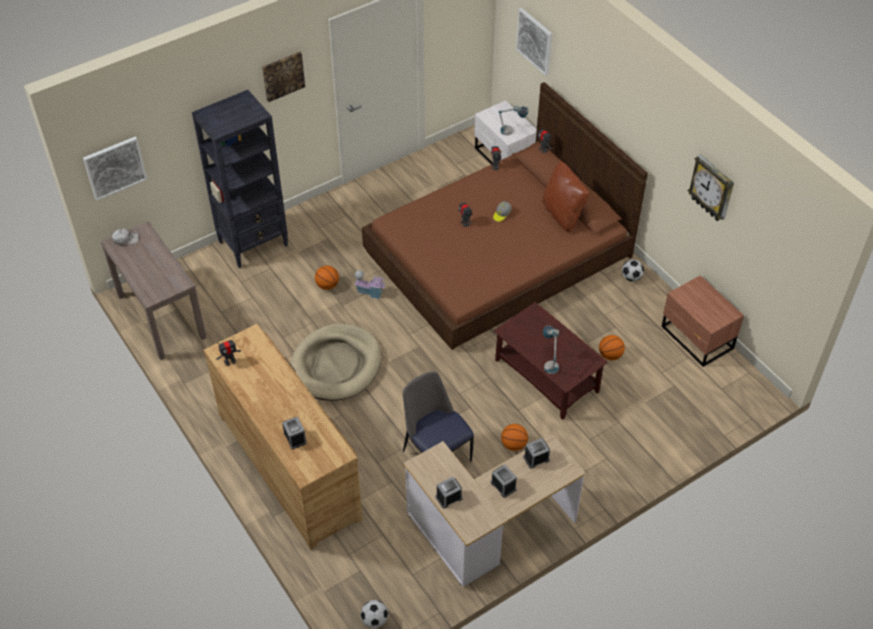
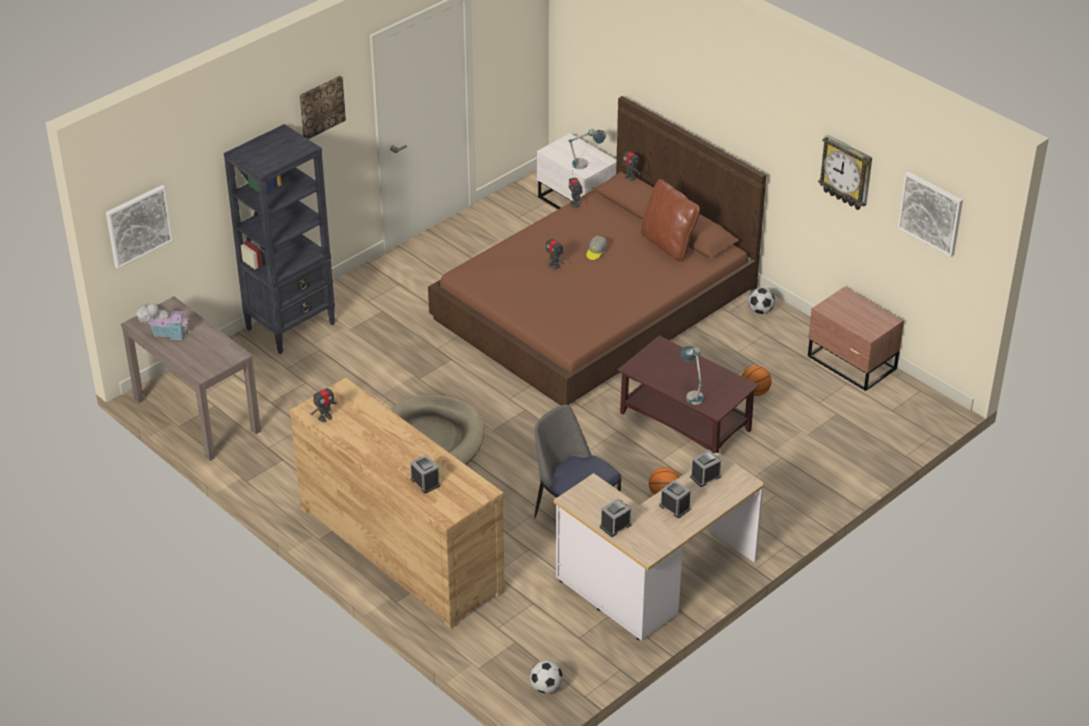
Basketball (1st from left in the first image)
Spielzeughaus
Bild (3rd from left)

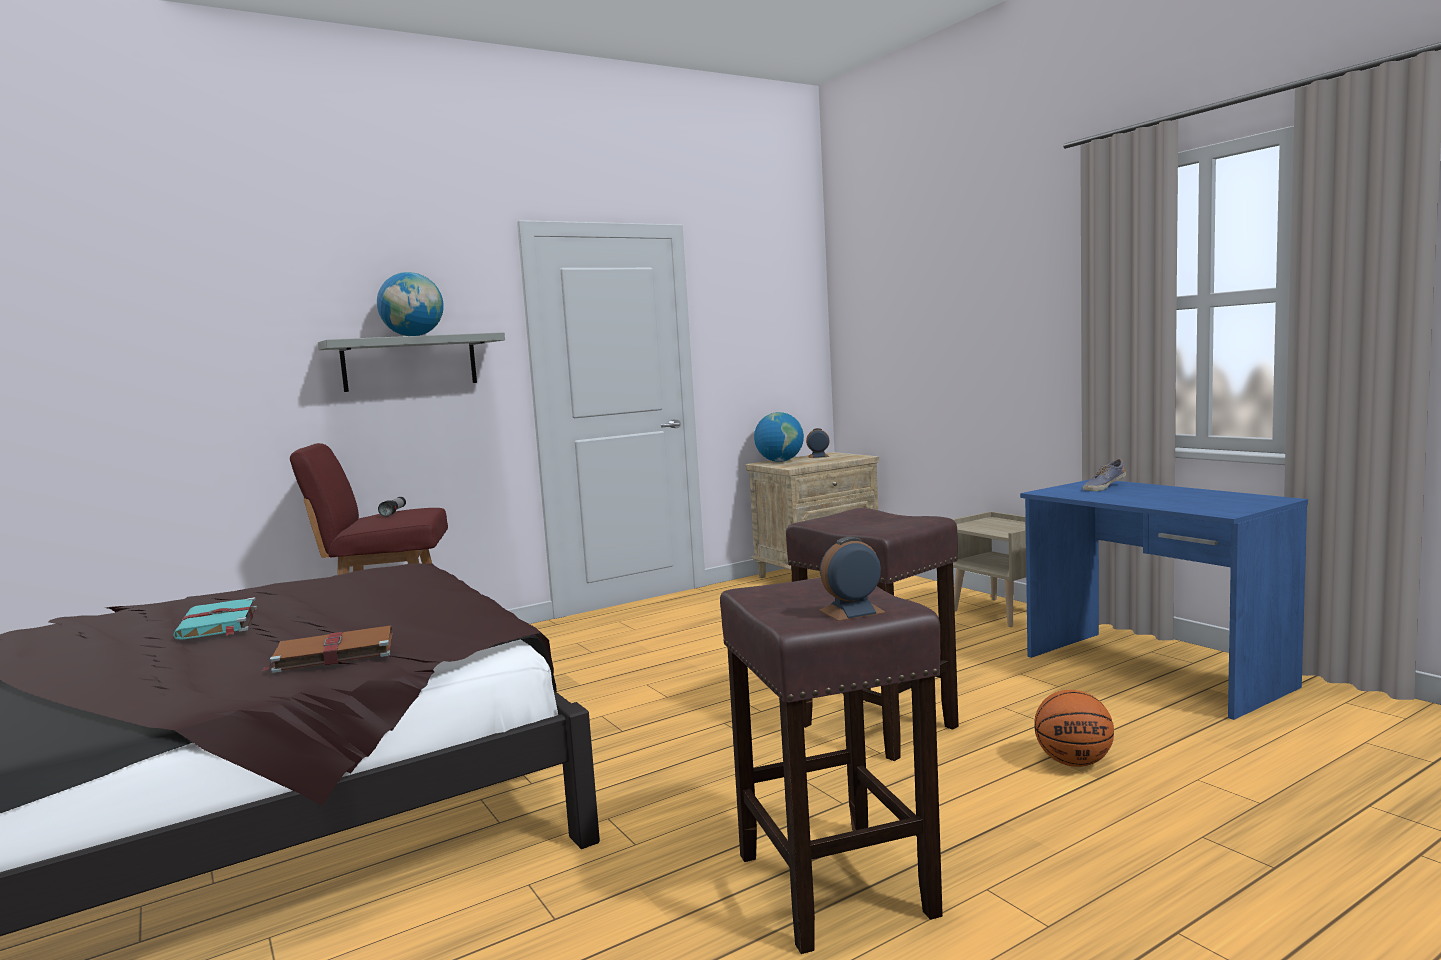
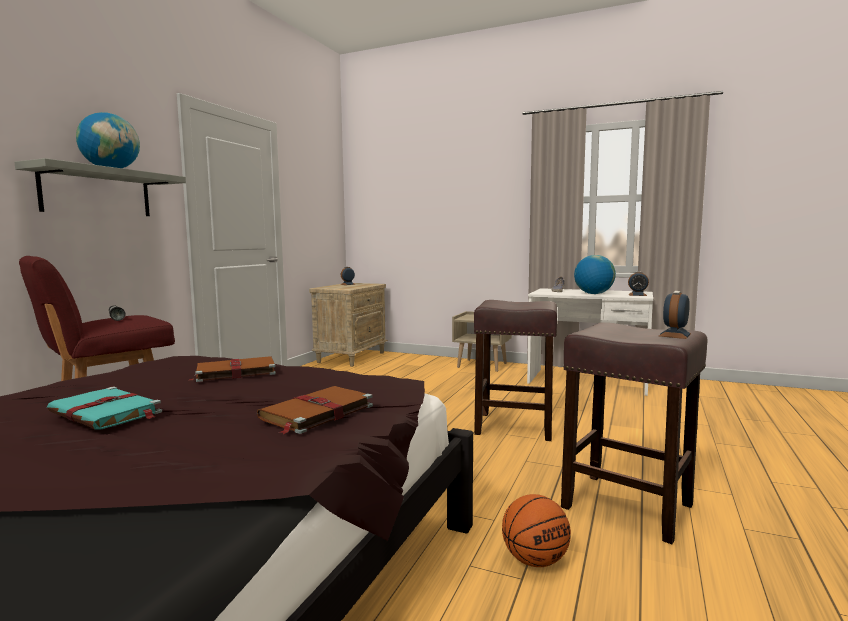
Globus (2nd from left)
Schreibtisch (weiß)
Basketball
Buch (braun) (1st from left)
Wecker (2nd from left)

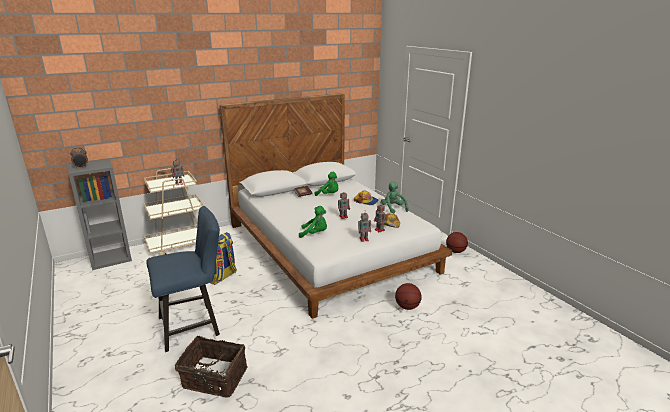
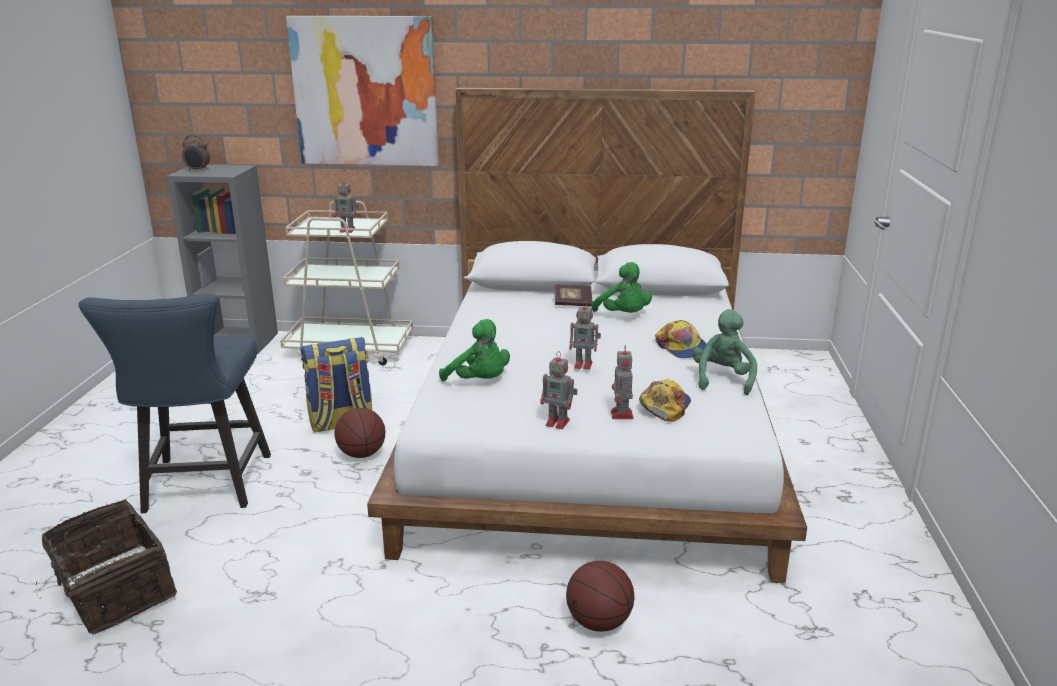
Stuhl (blau)
Basketball (1st from left)
Bild

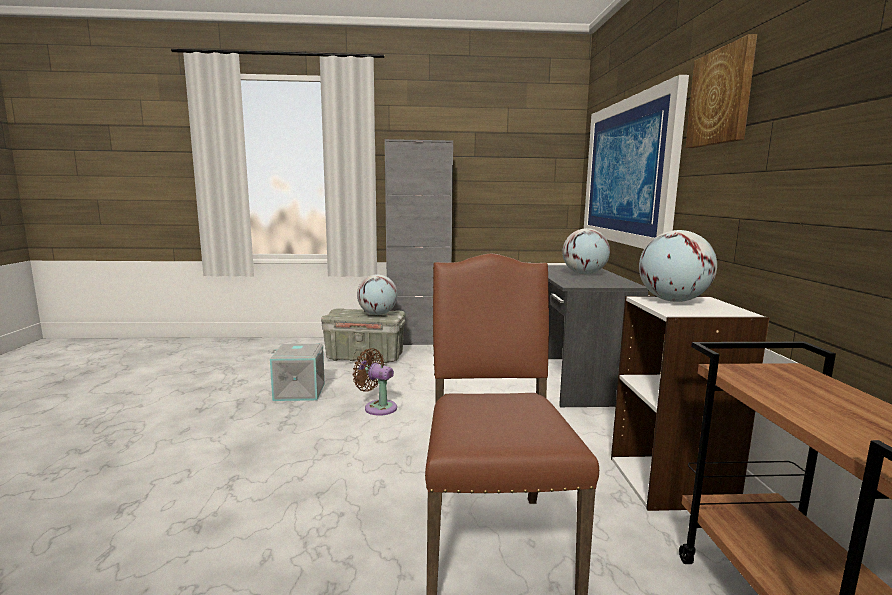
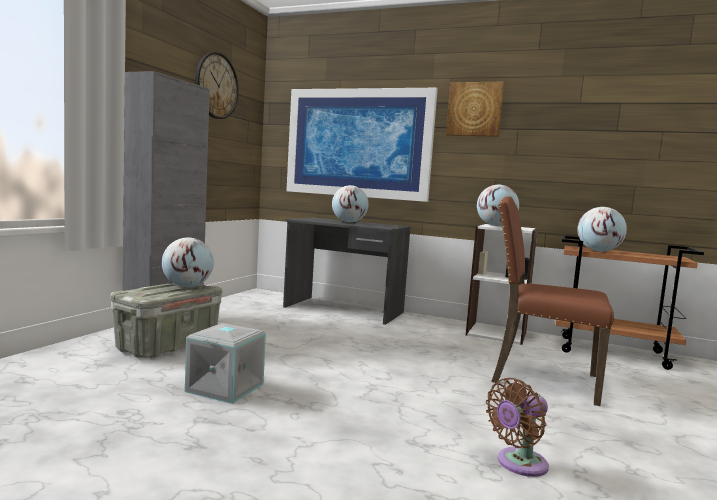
Ventilator (braun)
Wanduhr
Globus (4th from left)

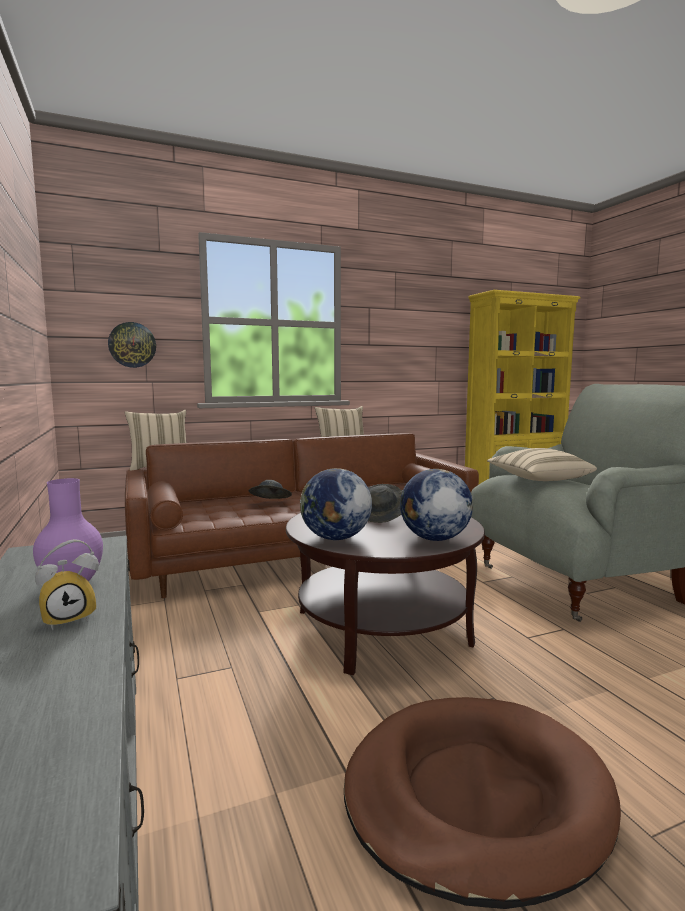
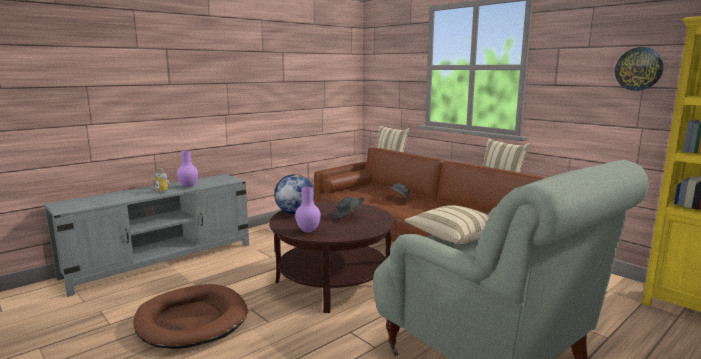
Wanduhr
Vase (lila) (2nd from left)

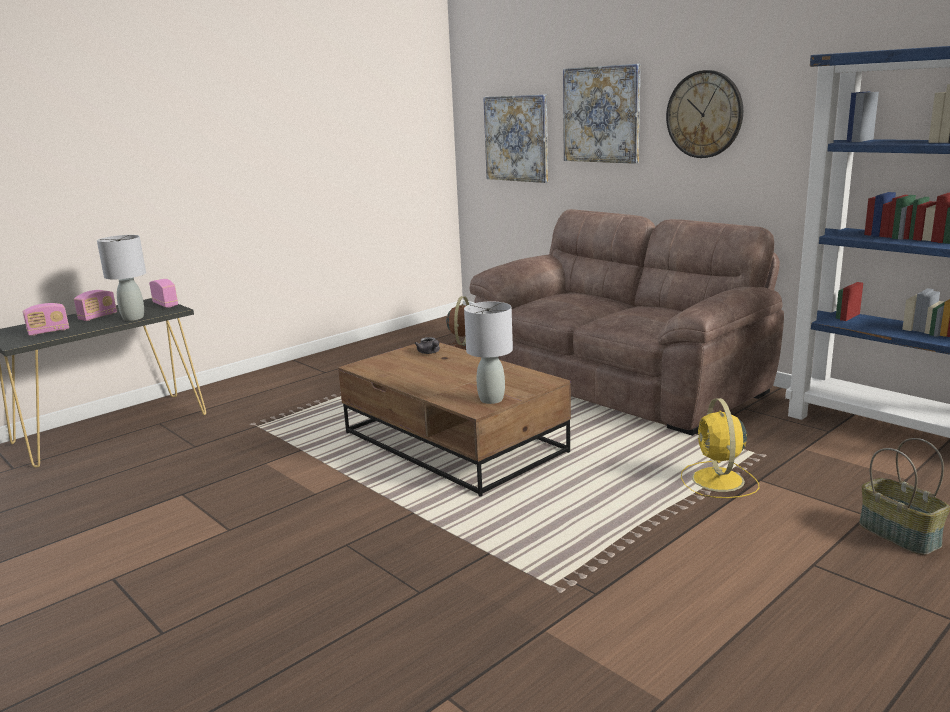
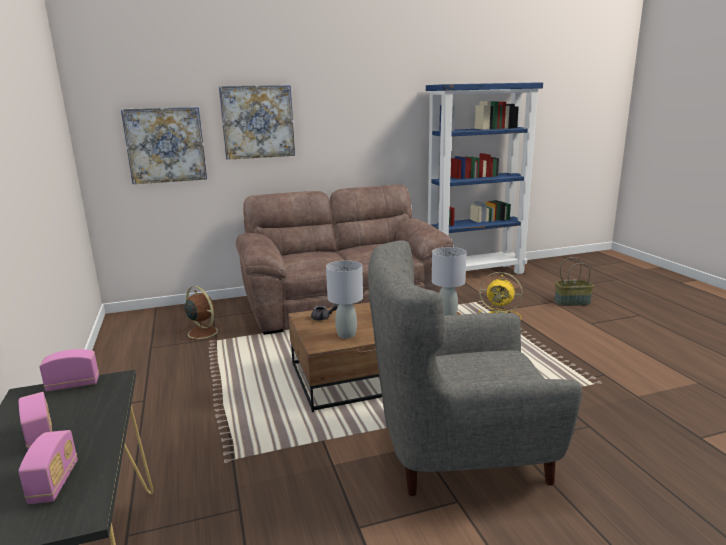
Tischlampe (grau) (1st from left)
Wanduhr
Sessel (grau)

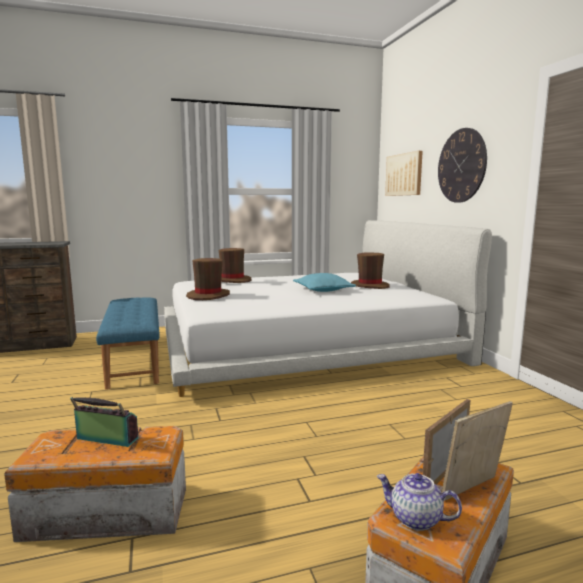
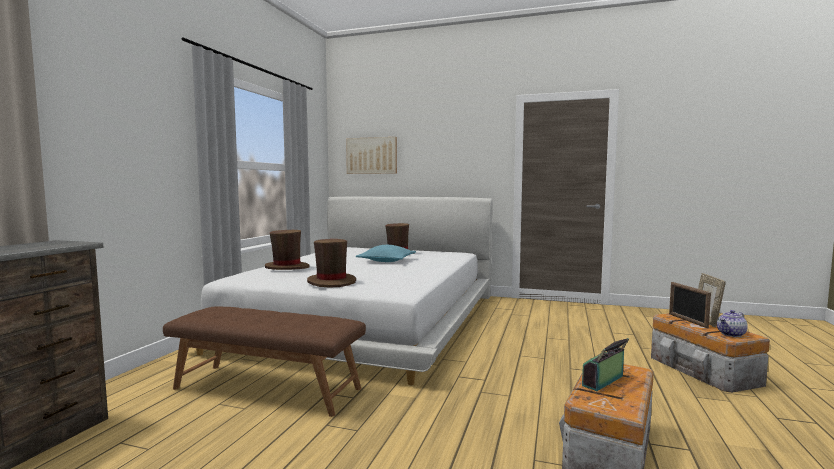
Bank (braun)
Wanduhr

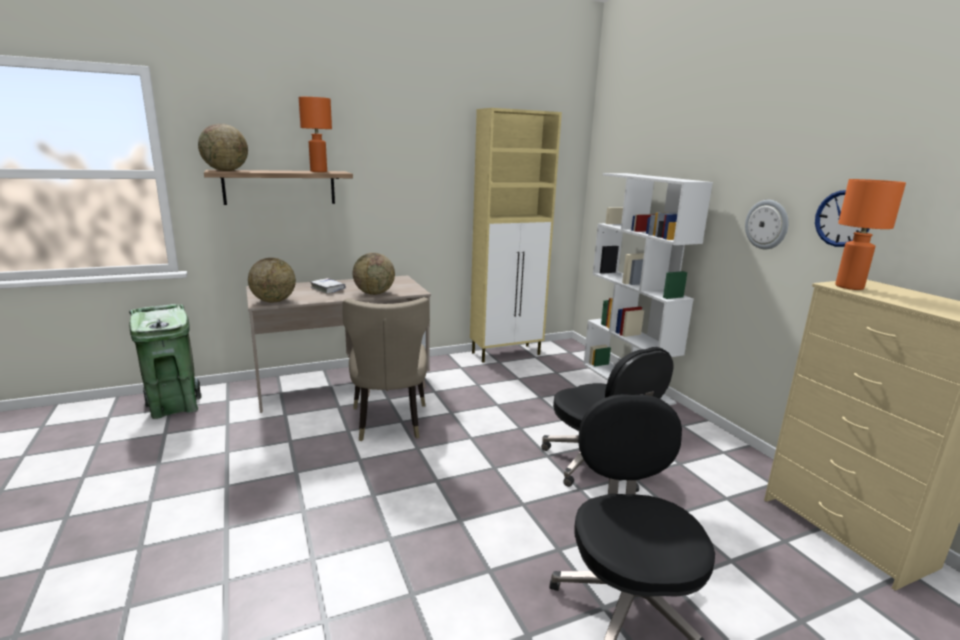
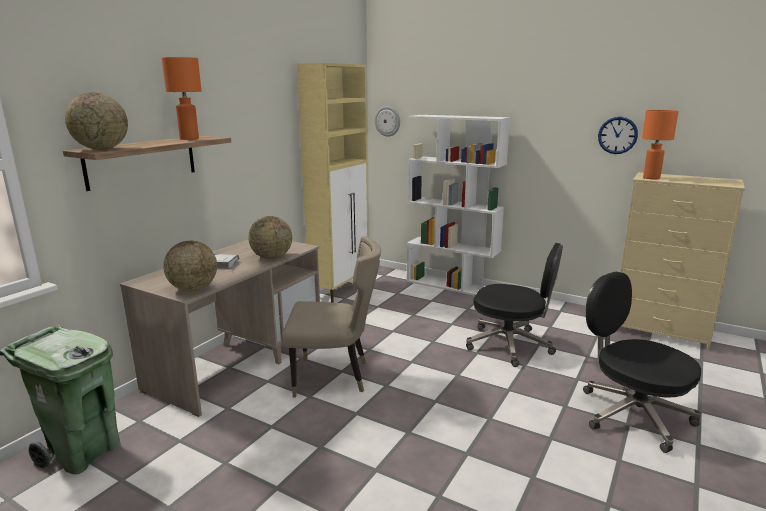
Stuhl (beige)
Wanduhr (1st from left)

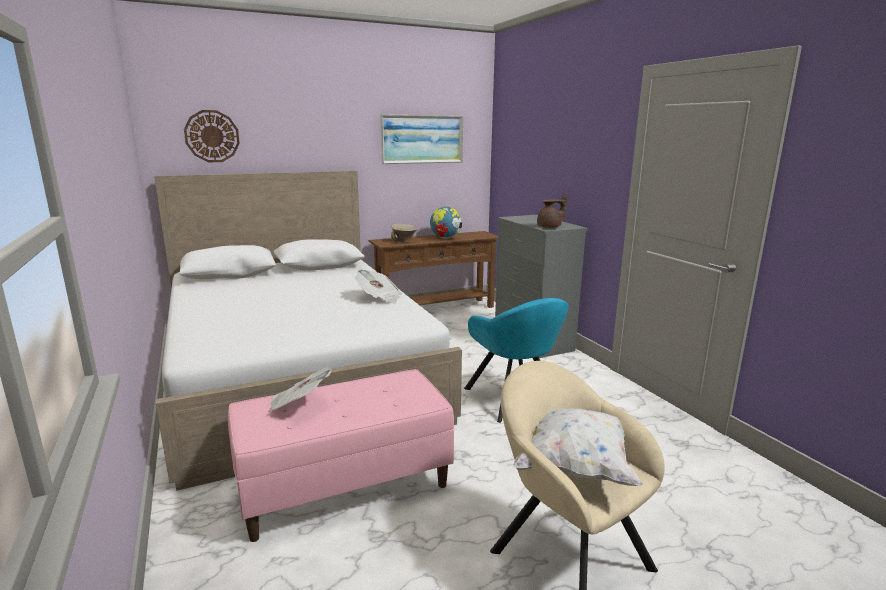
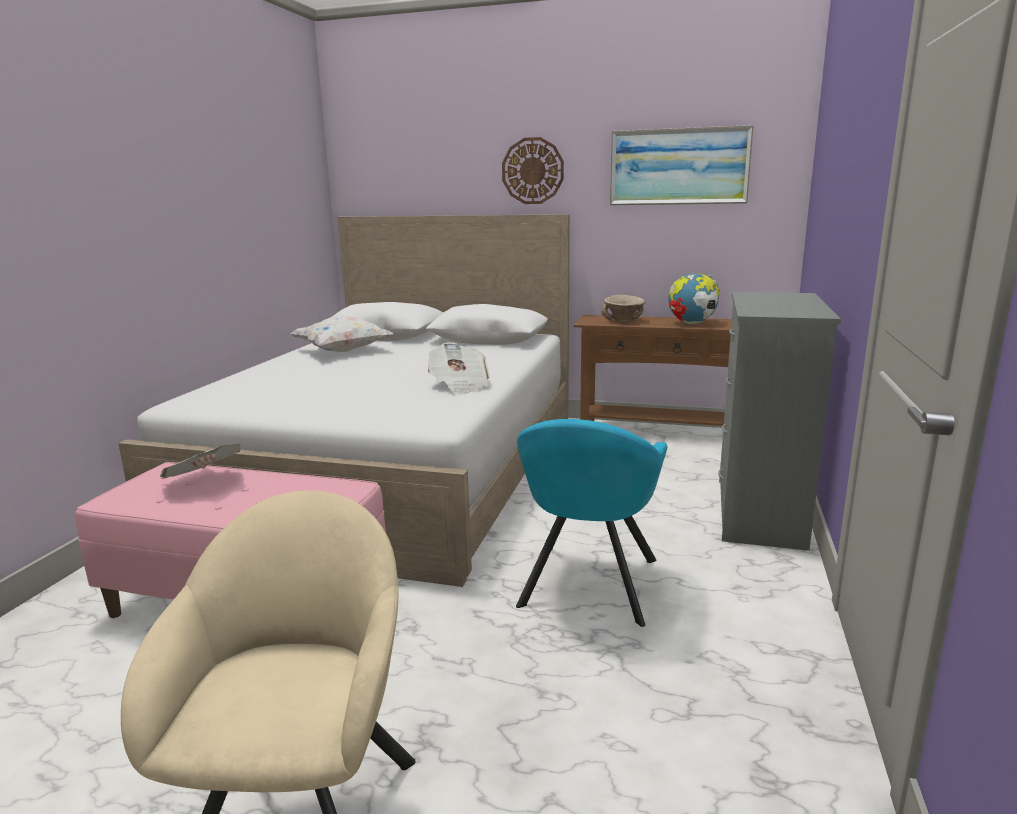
Wanduhr
Kissen (weiß)
Teekanne (braun)

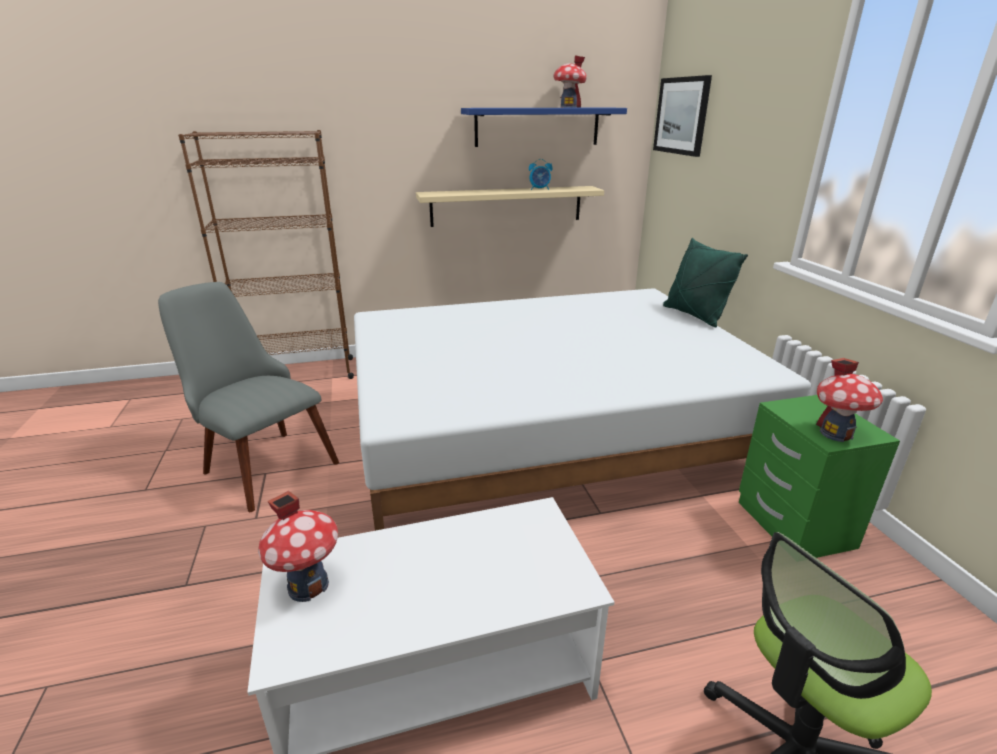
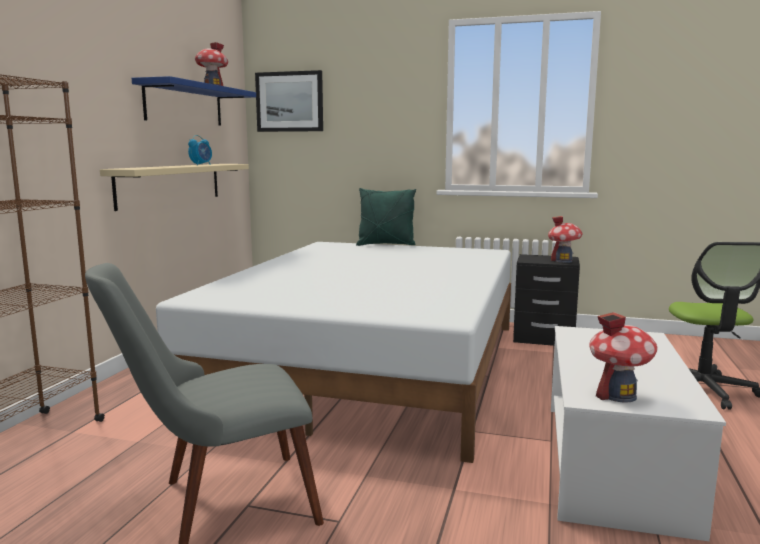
Nachttisch (schwarz)

